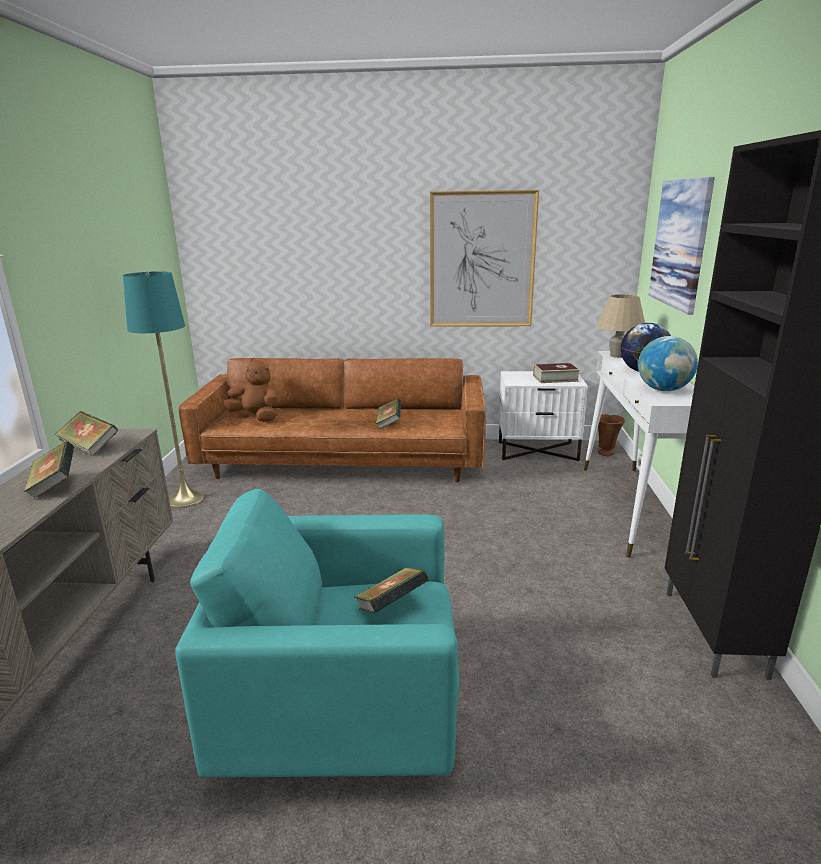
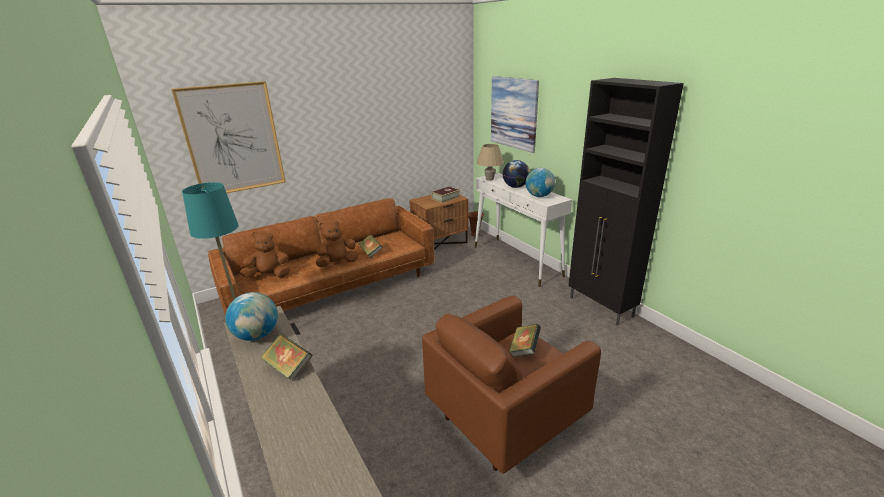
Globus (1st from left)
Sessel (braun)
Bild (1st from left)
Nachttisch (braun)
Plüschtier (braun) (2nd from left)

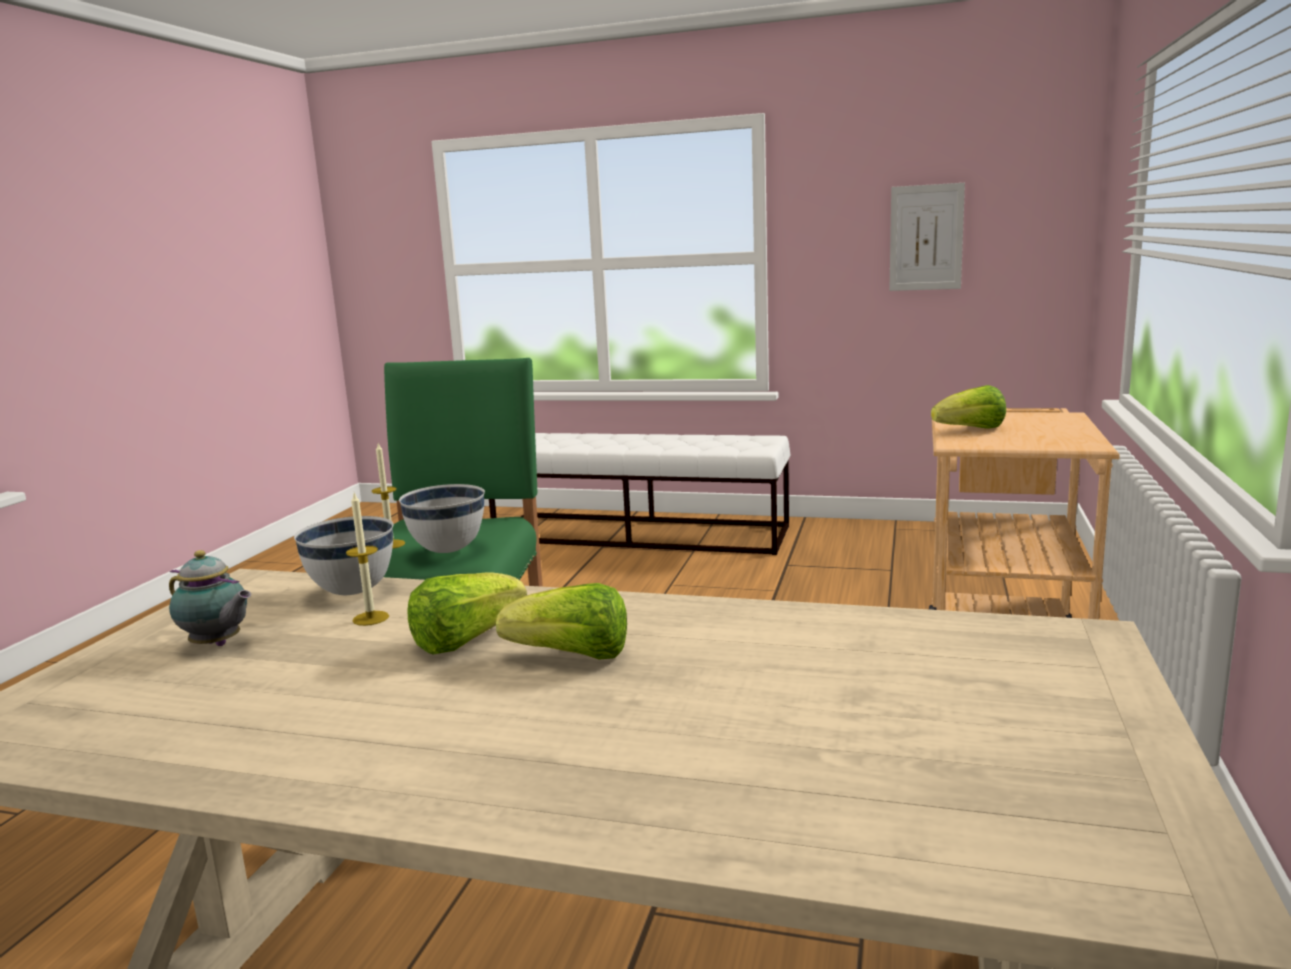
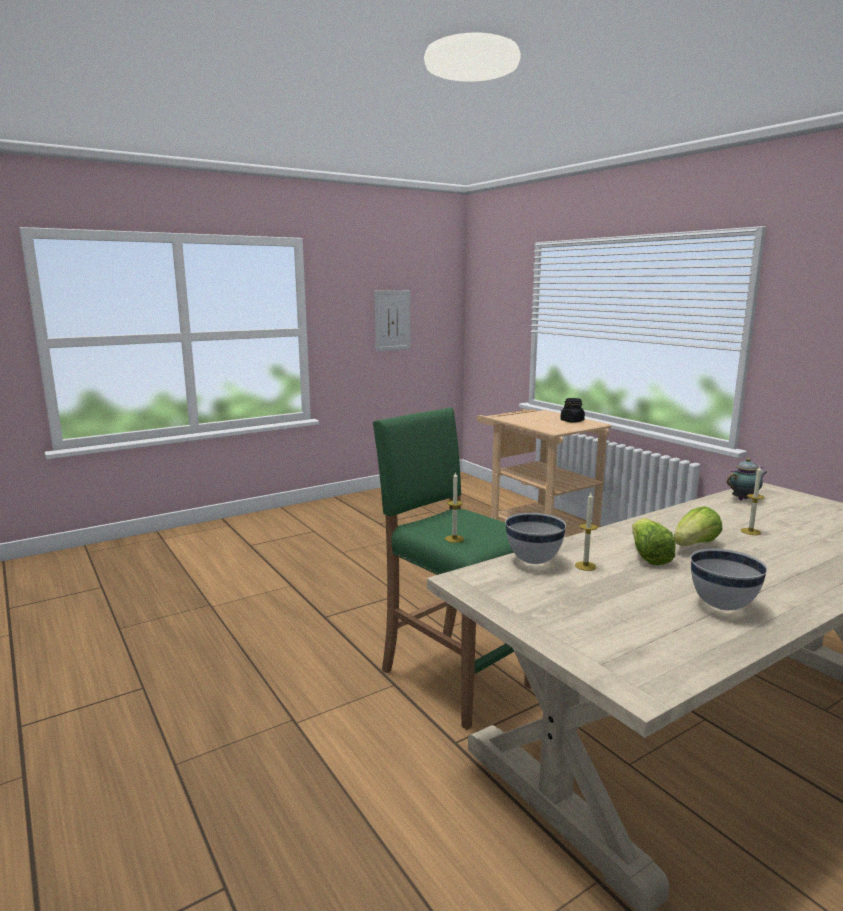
Teekanne
Schüssel (weiß) (2nd from left)
Bank (weiß)
Salatkopf (3rd from left in the first image)
Vorratsglas (schwarz)
Kerze (3rd from left)

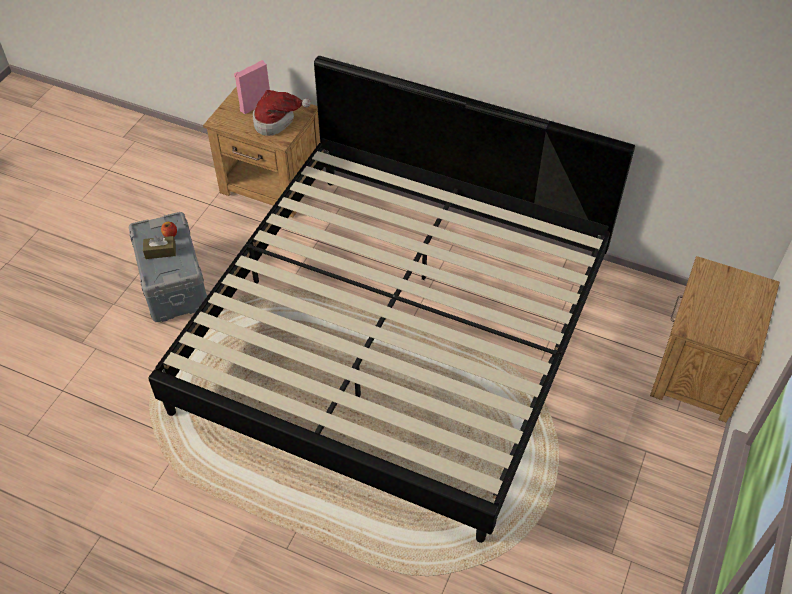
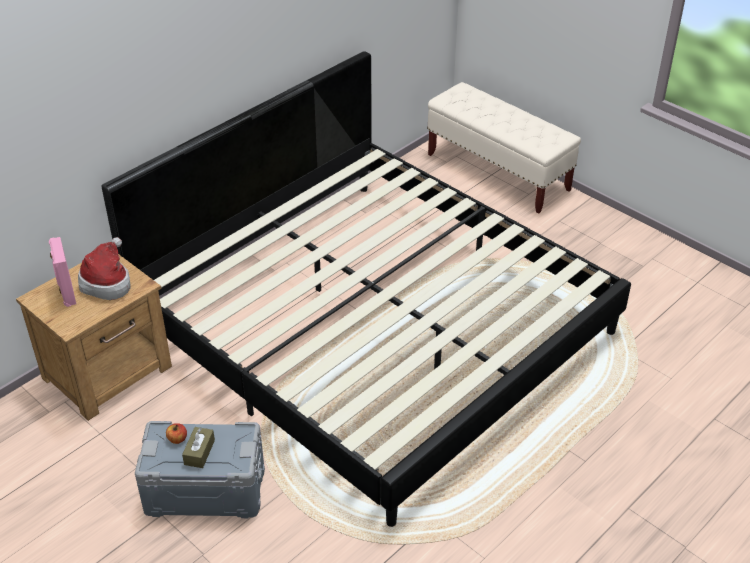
Bank (beige)

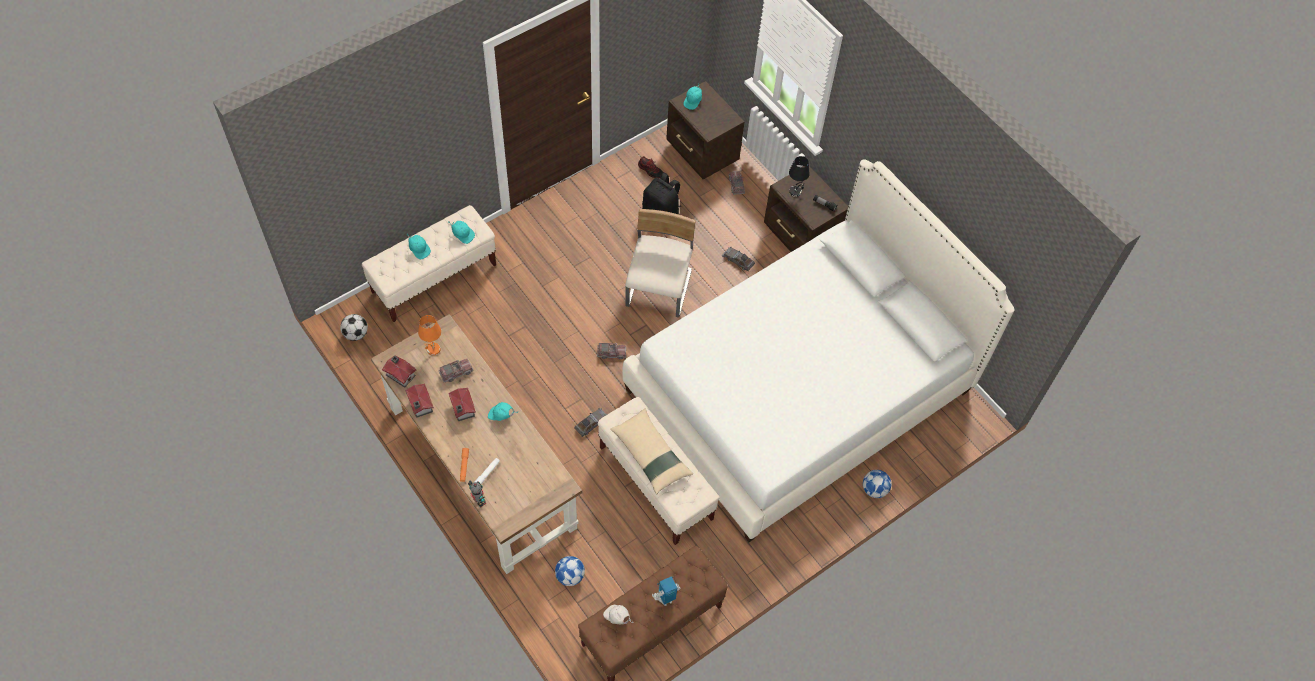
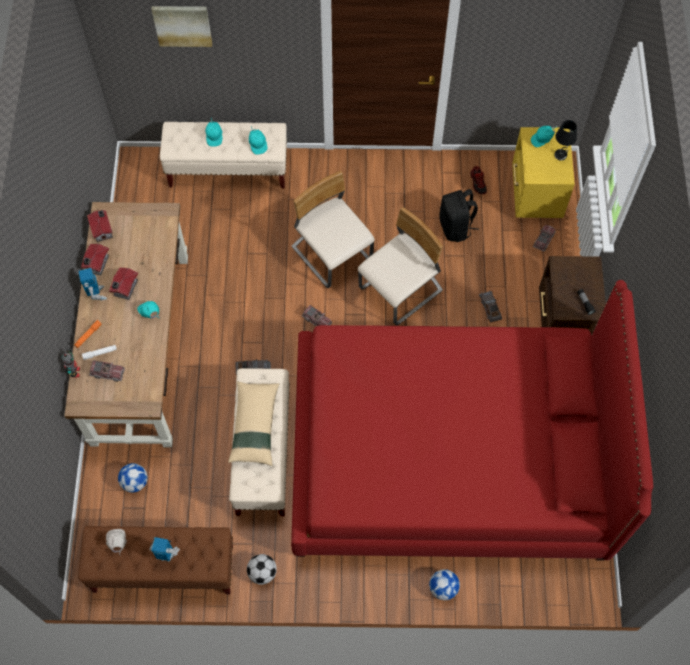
Fußball (2nd from left)
Tischlampe (orange)
Spielzeuglaster (1st from left)
Bett (rot)
Nachttisch (gelb)
Tischlampe (schwarz)
Spielzeugroboter (2nd from left)
Bild
Stuhl (beige) (1st from left)

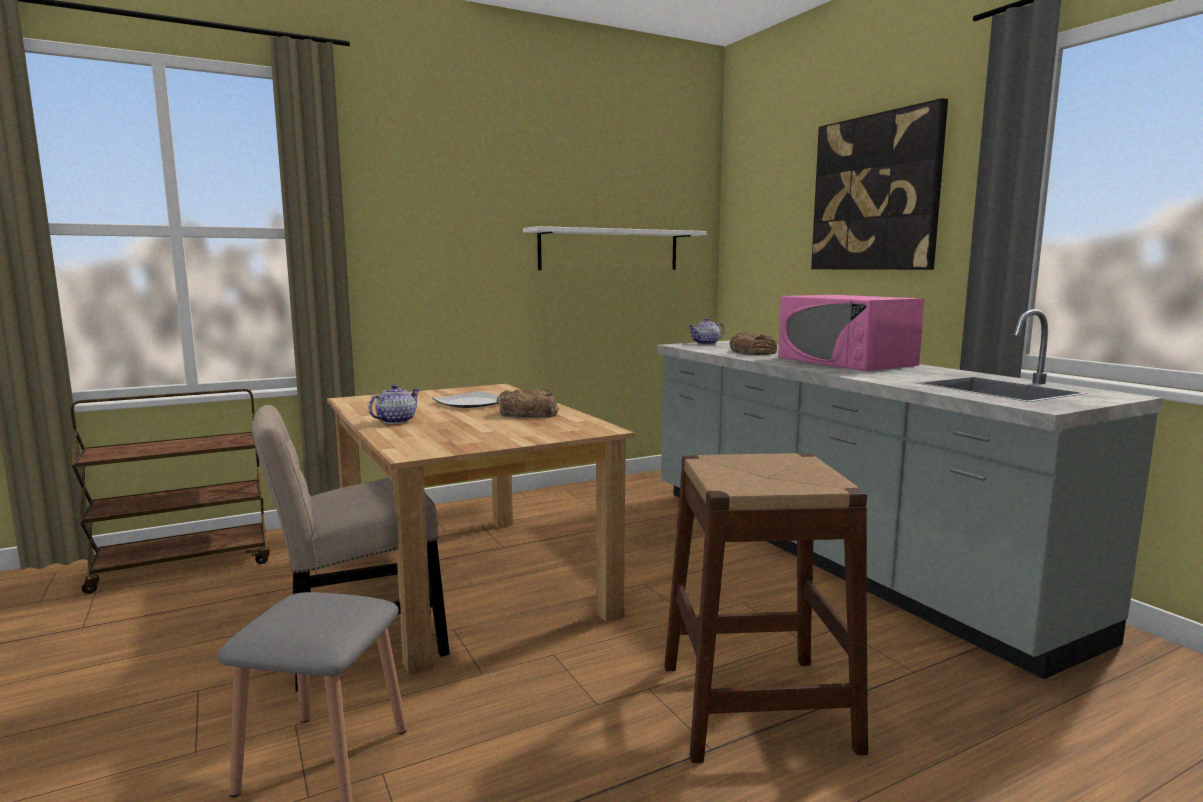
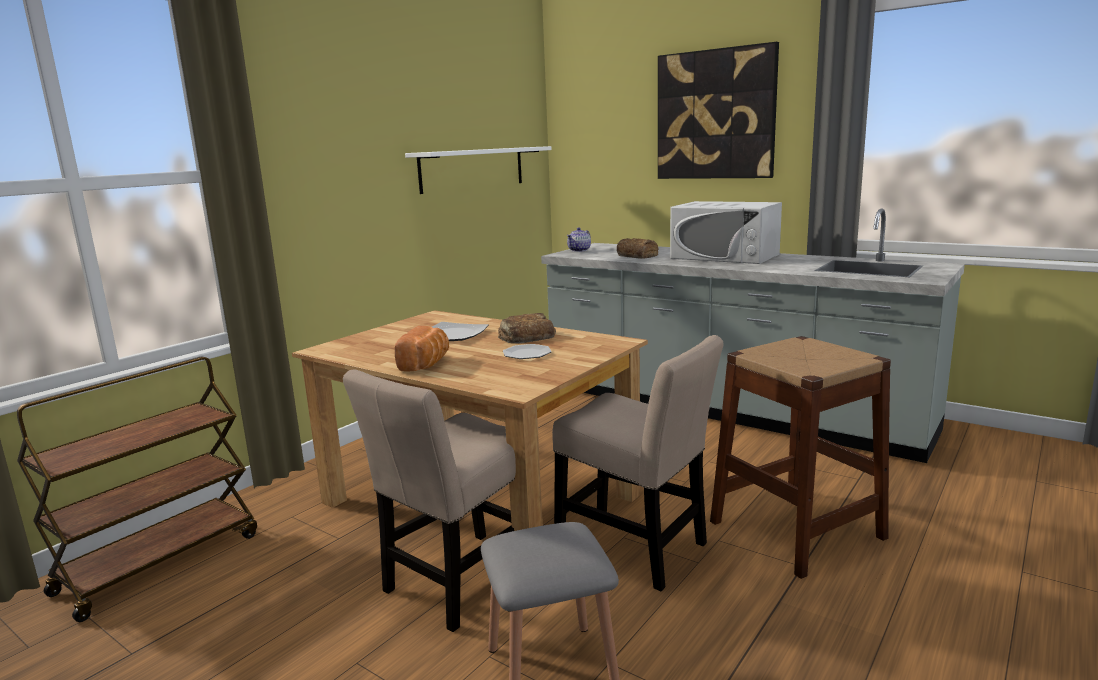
Brot (1st from left)
Mikrowelle (weiß)
Teller (2nd from left)
Stuhl (beige) (2nd from left)

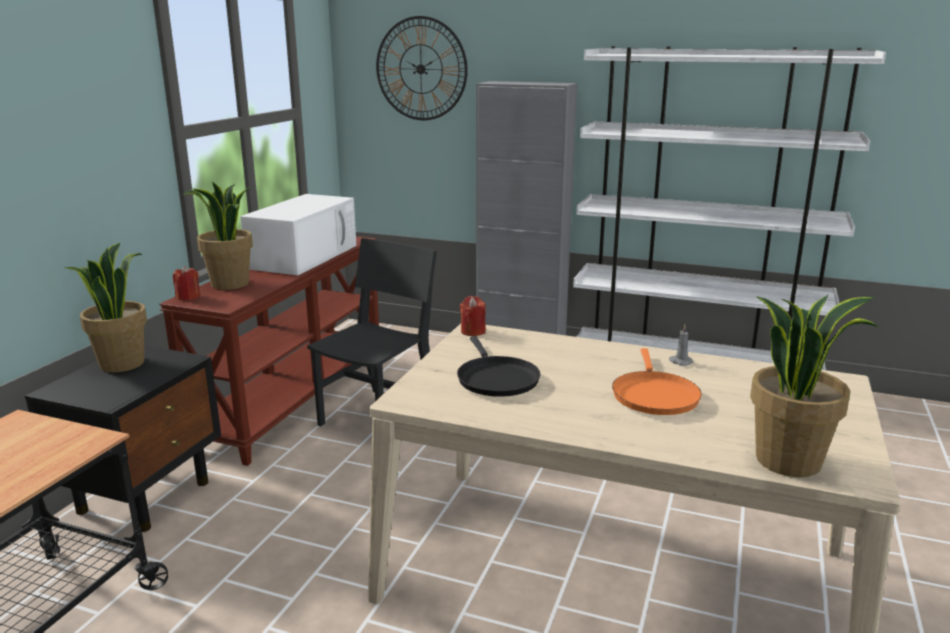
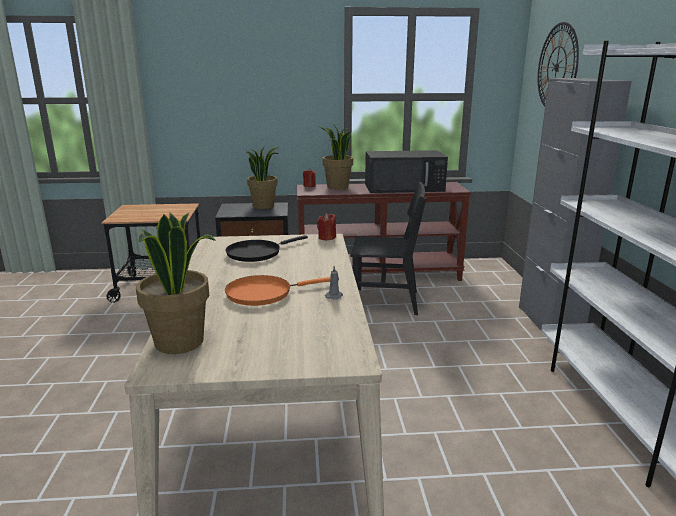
Mikrowelle (schwarz)

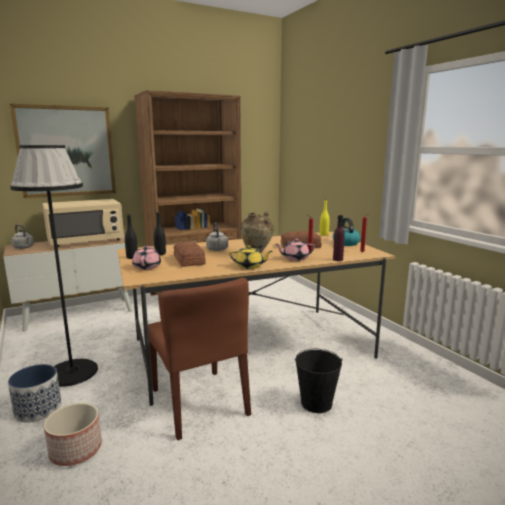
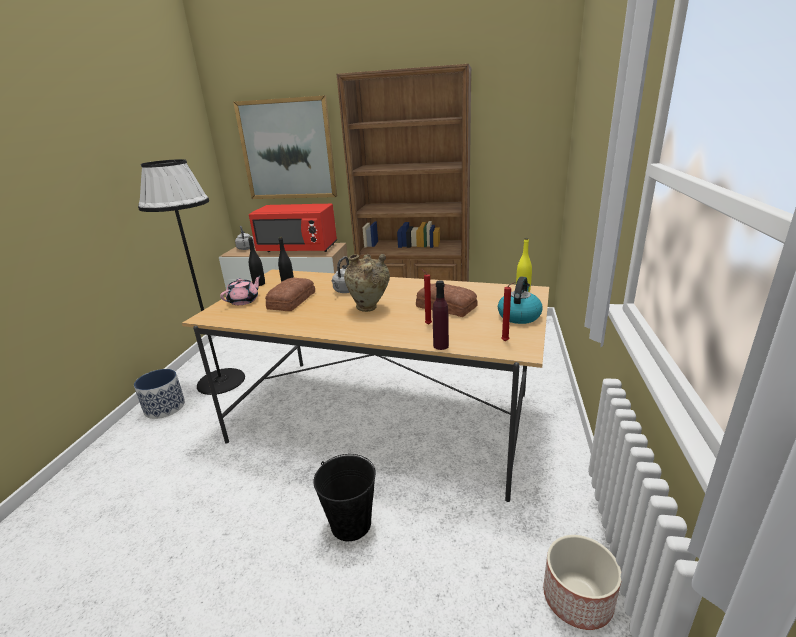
Mikrowelle (rot)
Pflanzkübel (2nd from left)
Stuhl (braun)
Teekanne (gelb)
Teekanne (rosa) (2nd from left in the first image)

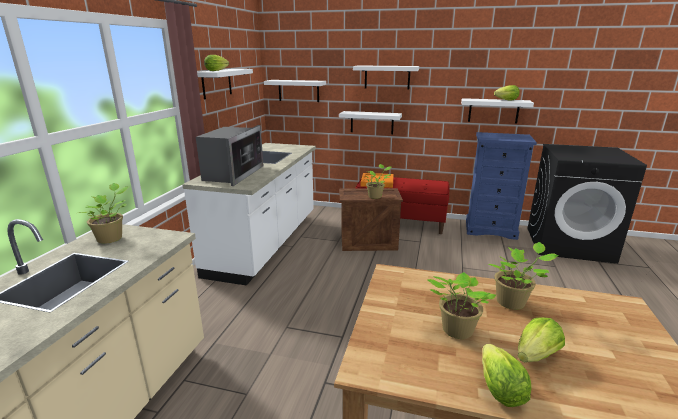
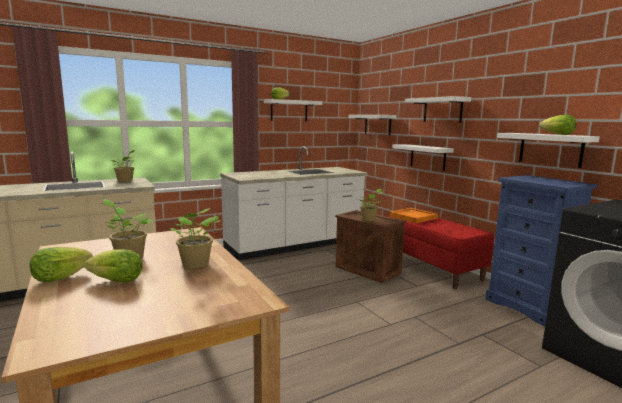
Mikrowelle

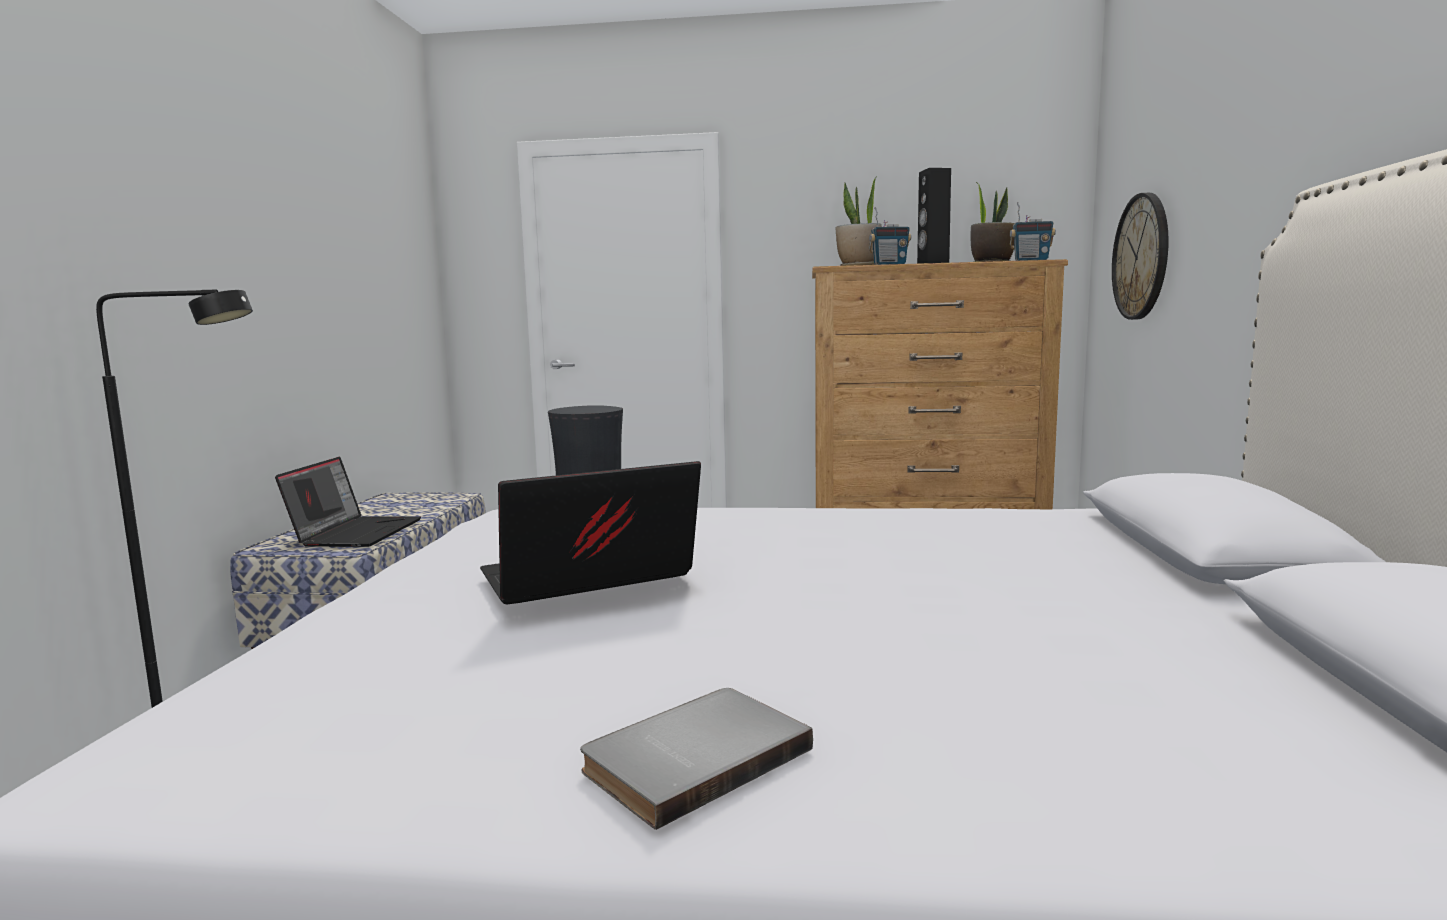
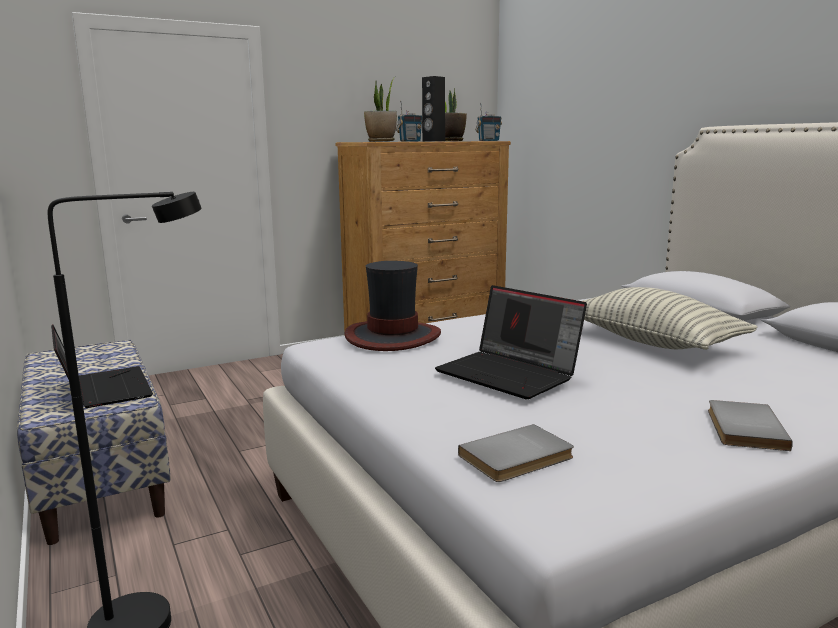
Laptop (2nd from left)
Wanduhr
Buch (grau) (1st from left)
Kissen

